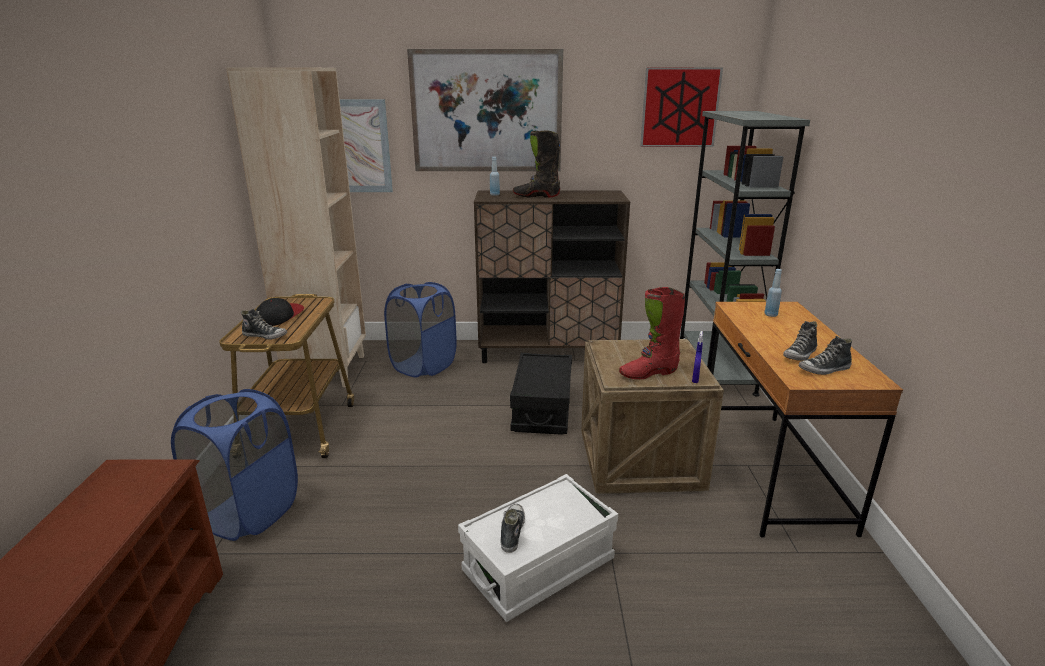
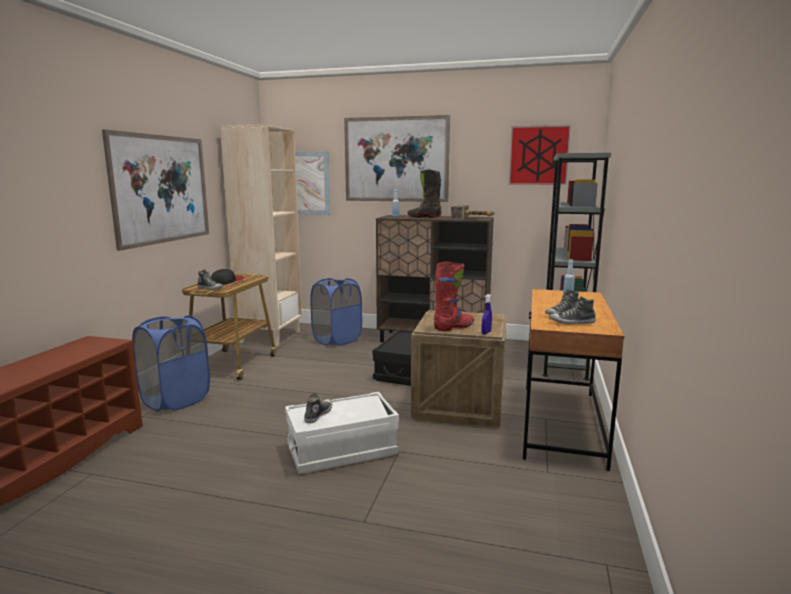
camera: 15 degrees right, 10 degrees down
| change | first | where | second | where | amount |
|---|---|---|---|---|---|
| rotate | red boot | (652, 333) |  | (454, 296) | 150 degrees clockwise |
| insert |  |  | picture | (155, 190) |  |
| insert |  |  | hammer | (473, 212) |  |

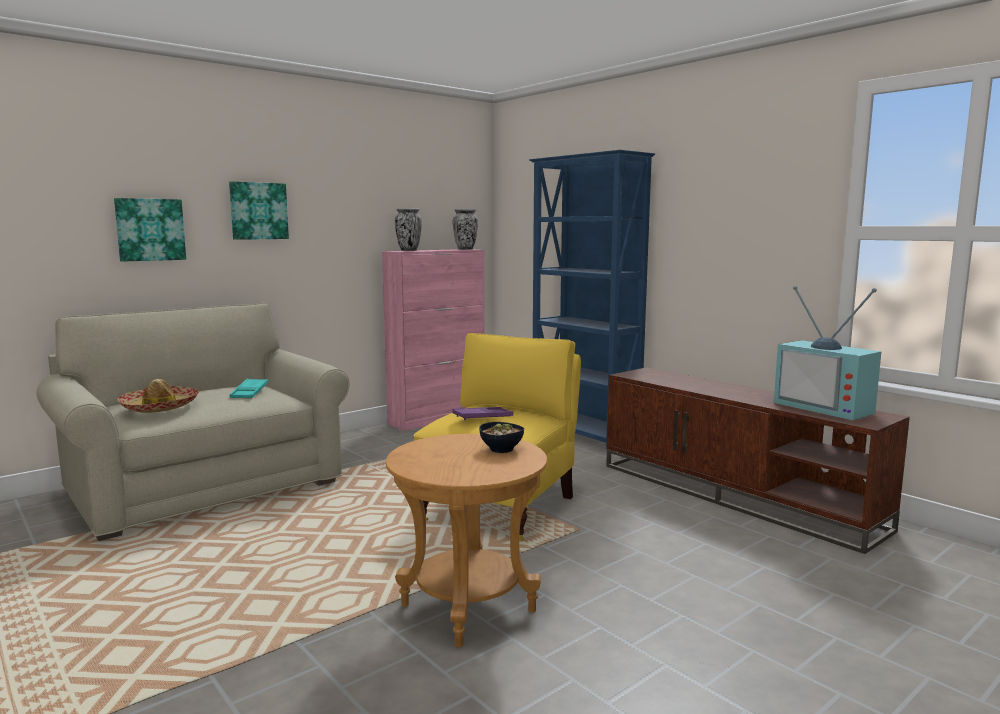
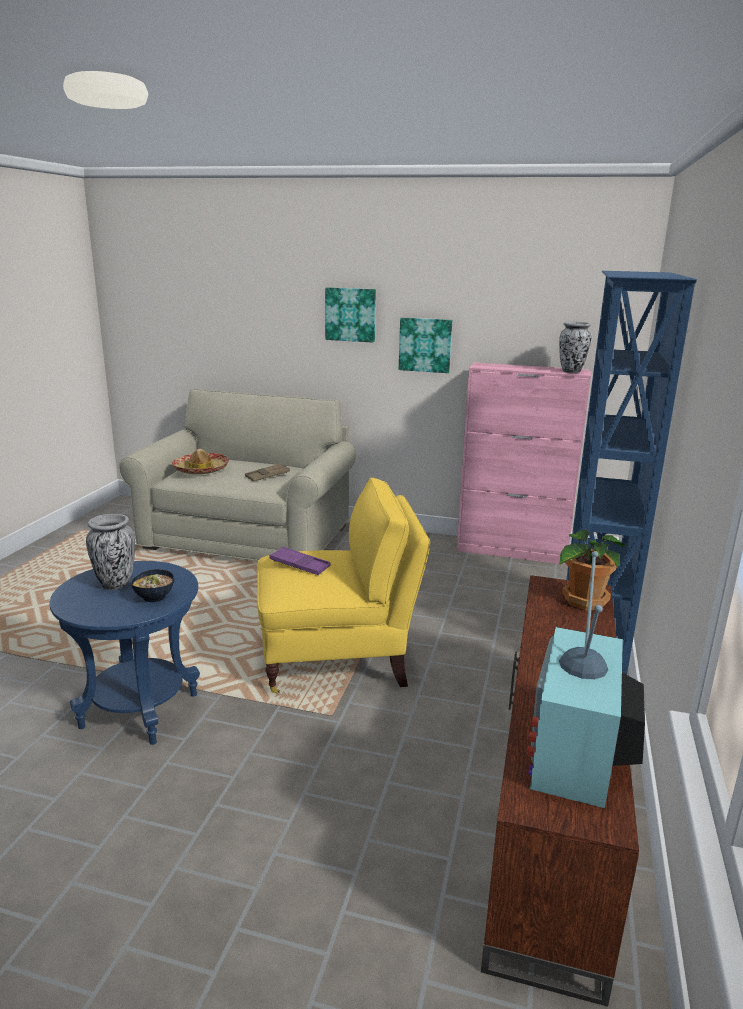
camera: 55 degrees right, 10 degrees up
| change | first | where | second | where | amount |
|---|---|---|---|---|---|
| move | picture | (150, 230) |  | (425, 345) |  |
| move | vase | (408, 229) |  | (110, 552) |  |
| recolor | turquoise tray | (249, 388) | brown tray | (267, 472) |  |
| recolor | brown side table | (466, 541) | blue side table | (124, 653) |  |
| insert |  |  | potted plant | (592, 569) |  |

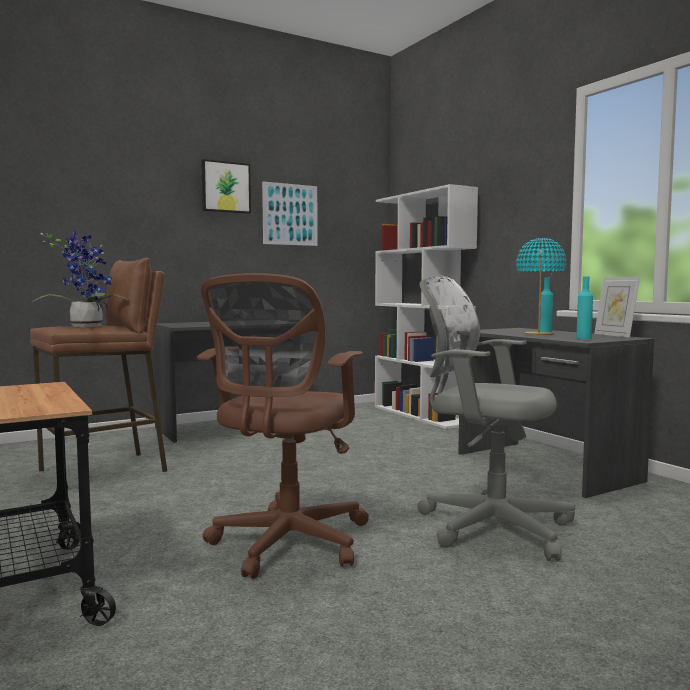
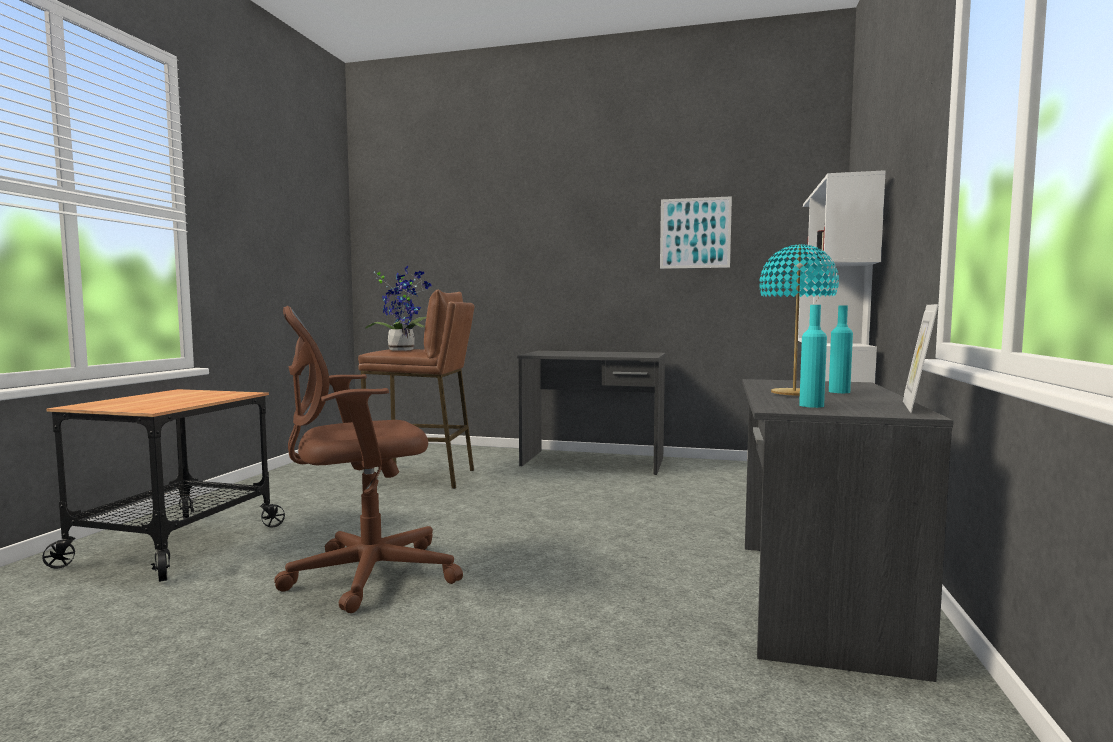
camera: 45 degrees right, 0 degrees up
| change | first | where | second | where | amount |
|---|---|---|---|---|---|
| delete | picture | (226, 186) |  |  |  |
| delete | grey office chair | (496, 418) |  |  |  |

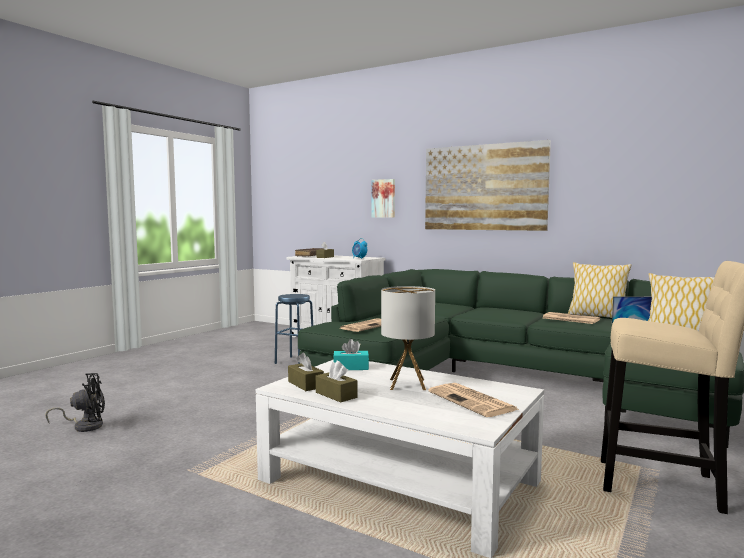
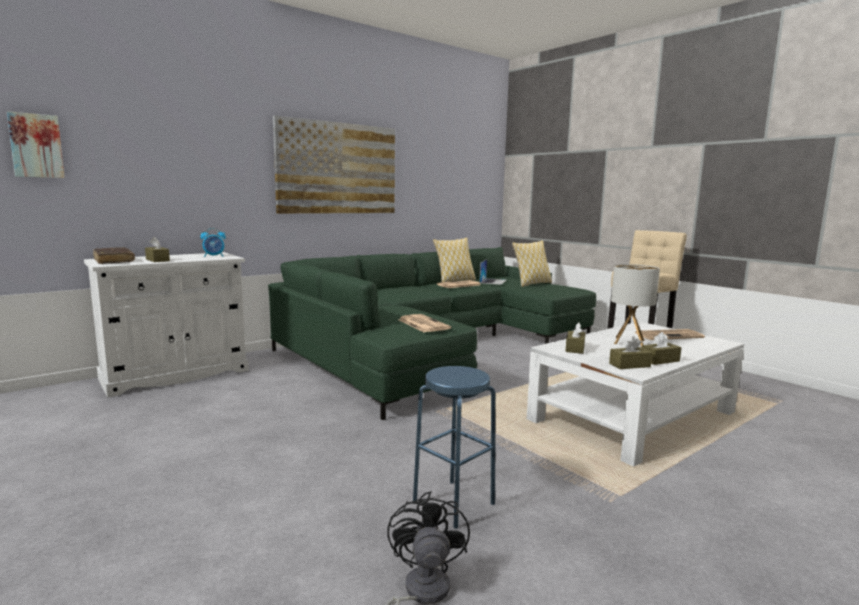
camera: 70 degrees left, 5 degrees up
| change | first | where | second | where | amount |
|---|---|---|---|---|---|
| move | picture | (383, 198) |  | (36, 145) |  |
| move | blue stool | (294, 329) |  | (454, 447) |  |
| recolor | turquoise tissue box | (351, 354) | brown tissue box | (575, 338) |  |

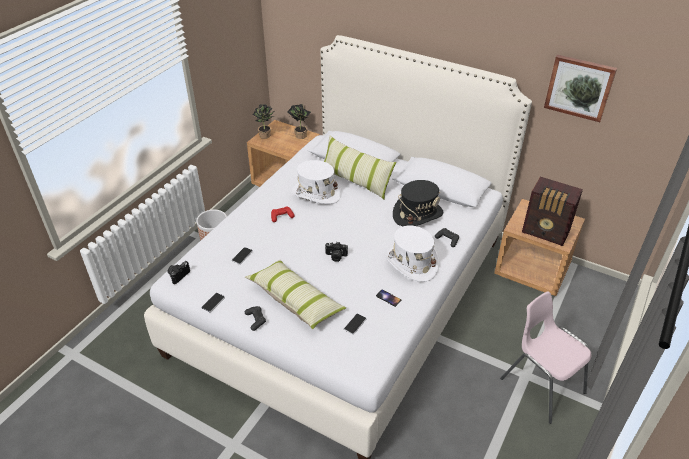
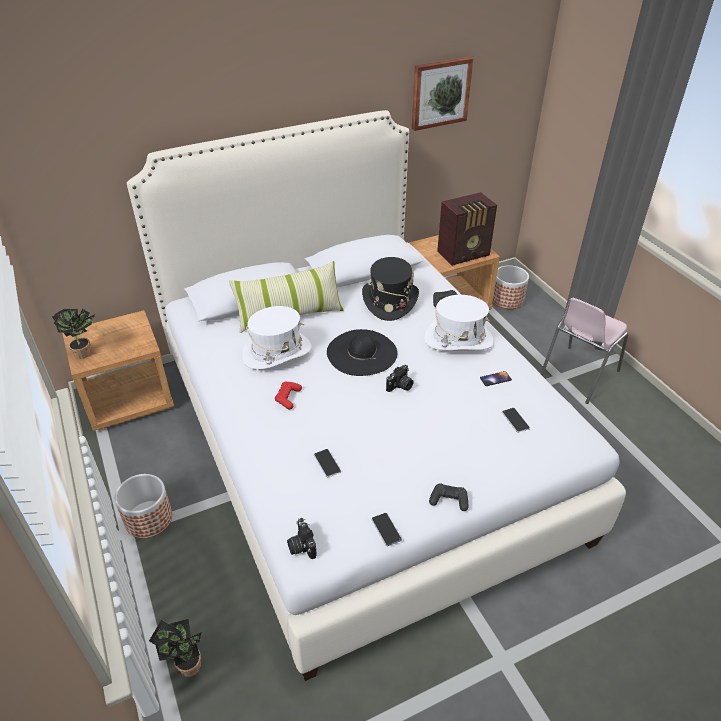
camera: 55 degrees left, 0 degrees up
| change | first | where | second | where | amount |
|---|---|---|---|---|---|
| move | potted plant | (299, 121) |  | (175, 648) |  |
| delete | pillow | (295, 294) |  |  |  |
| rotate | pink chair | (546, 357) |  | (585, 351) | 45 degrees counterclockwise |
| insert |  |  | planter | (511, 287) |  |
| insert |  |  | black hat | (362, 352) |  |

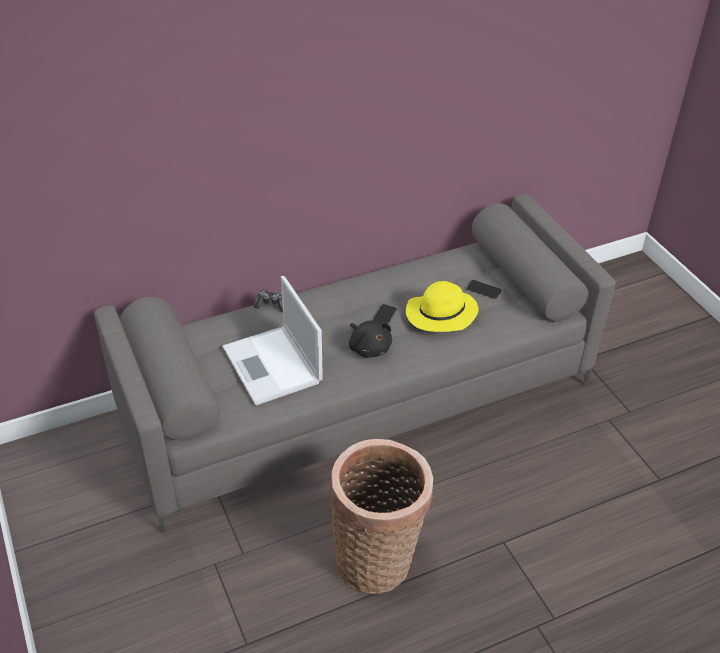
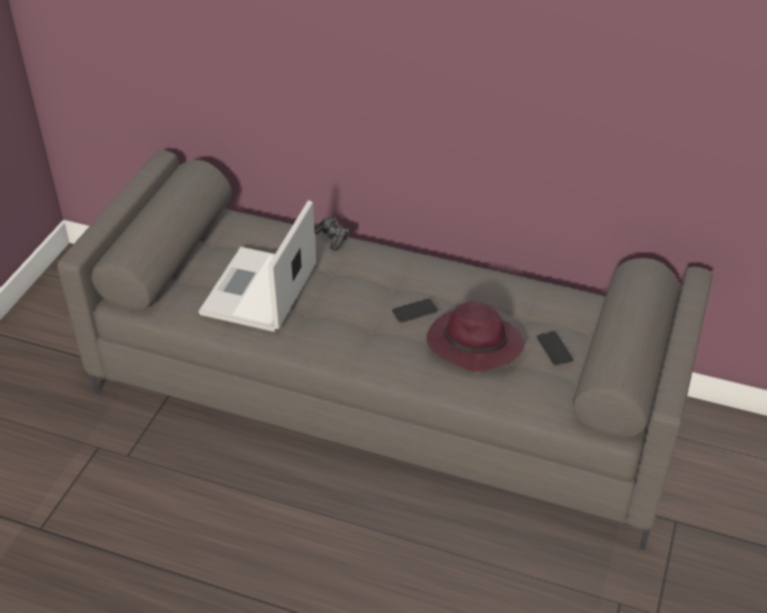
camera: 45 degrees right, 0 degrees up
| change | first | where | second | where | amount |
|---|---|---|---|---|---|
| recolor | yellow hat | (442, 306) | purple hat | (476, 336) |  |
| delete | black plush toy | (370, 339) |  |  |  |
| delete | basket | (381, 516) |  |  |  |

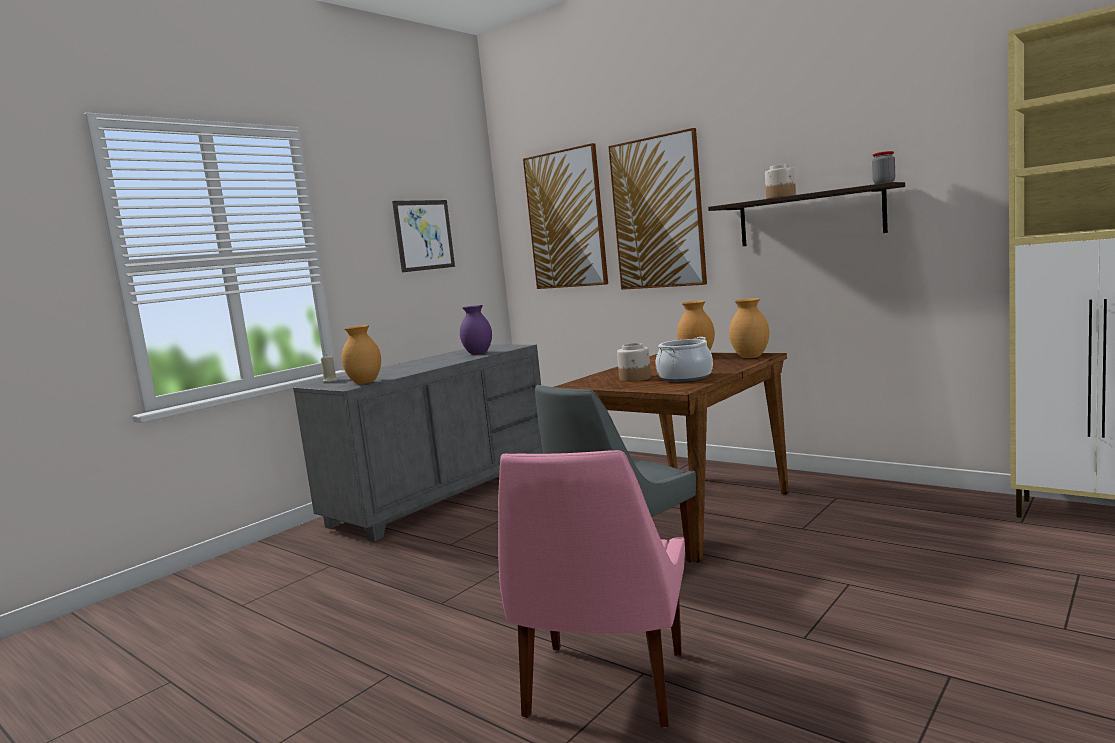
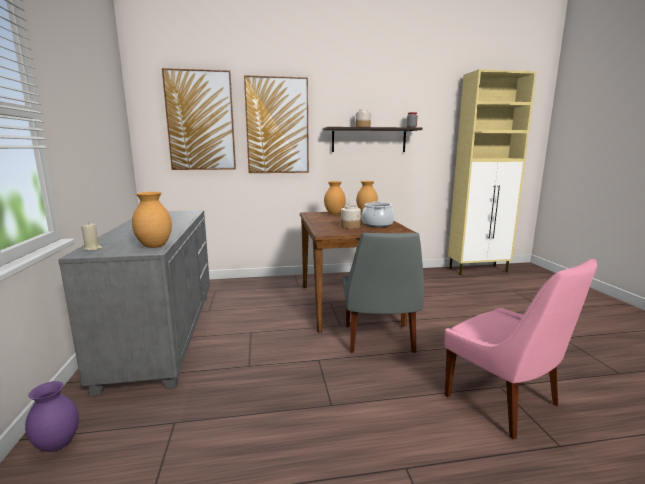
camera: 50 degrees left, 5 degrees up
| change | first | where | second | where | amount |
|---|---|---|---|---|---|
| delete | picture | (423, 236) |  |  |  |
| move | purple vase | (476, 330) |  | (52, 416) |  |

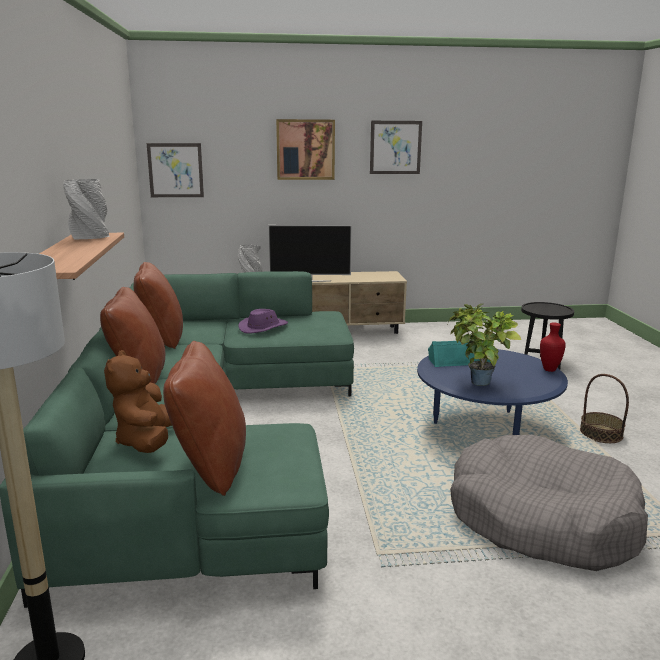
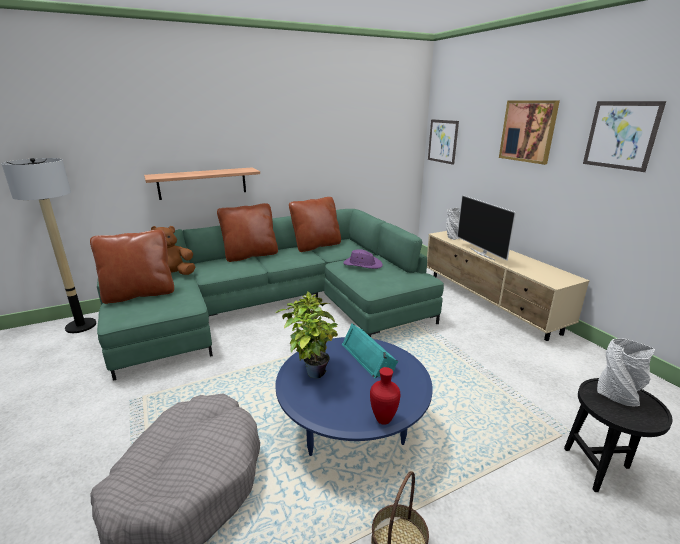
camera: 70 degrees right, 5 degrees up
| change | first | where | second | where | amount |
|---|---|---|---|---|---|
| move | grey vase | (86, 209) |  | (626, 372) |  |

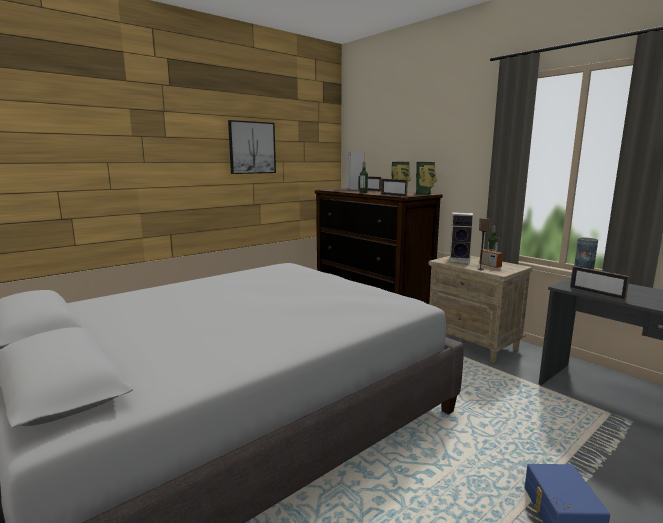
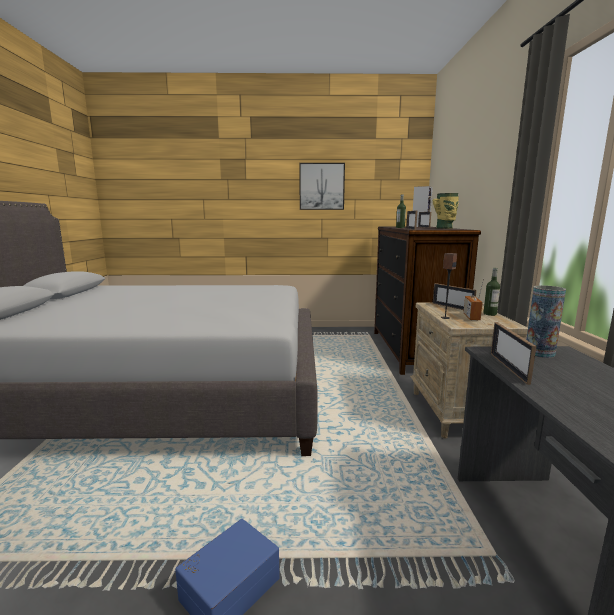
camera: 40 degrees right, 0 degrees up
| change | first | where | second | where | amount |
|---|---|---|---|---|---|
| delete | vase | (426, 178) |  |  |  |
| replace | speaker | (461, 237) | picture frame | (455, 296) |  |

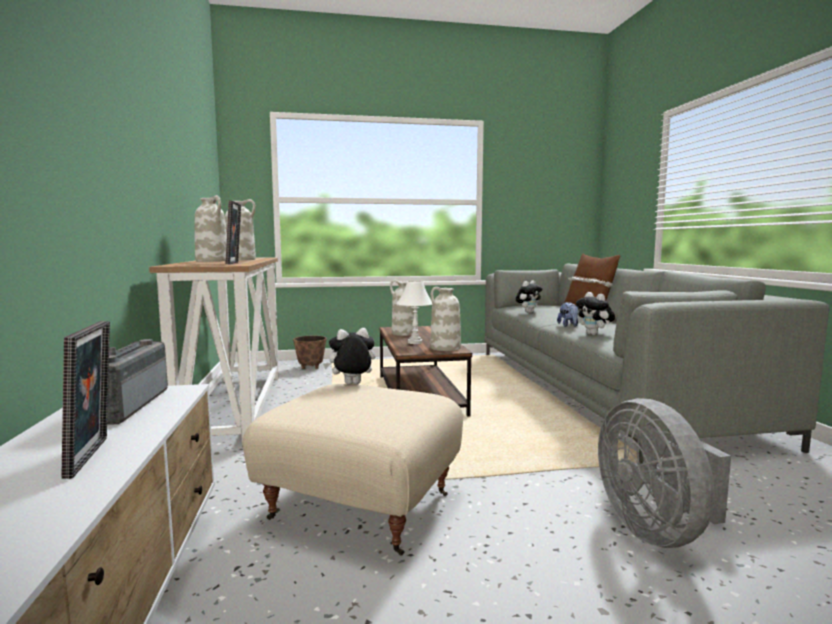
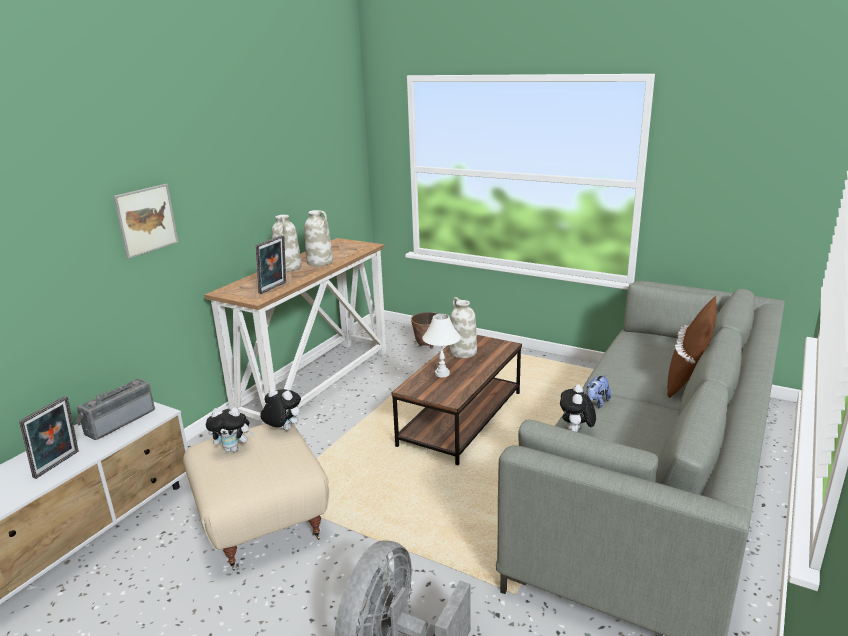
camera: 40 degrees right, 15 degrees up
| change | first | where | second | where | amount |
|---|---|---|---|---|---|
| move | plush toy | (529, 296) |  | (230, 429) |  |
| delete | white vase | (446, 319) |  |  |  |
| insert |  |  | picture | (145, 221) |  |

